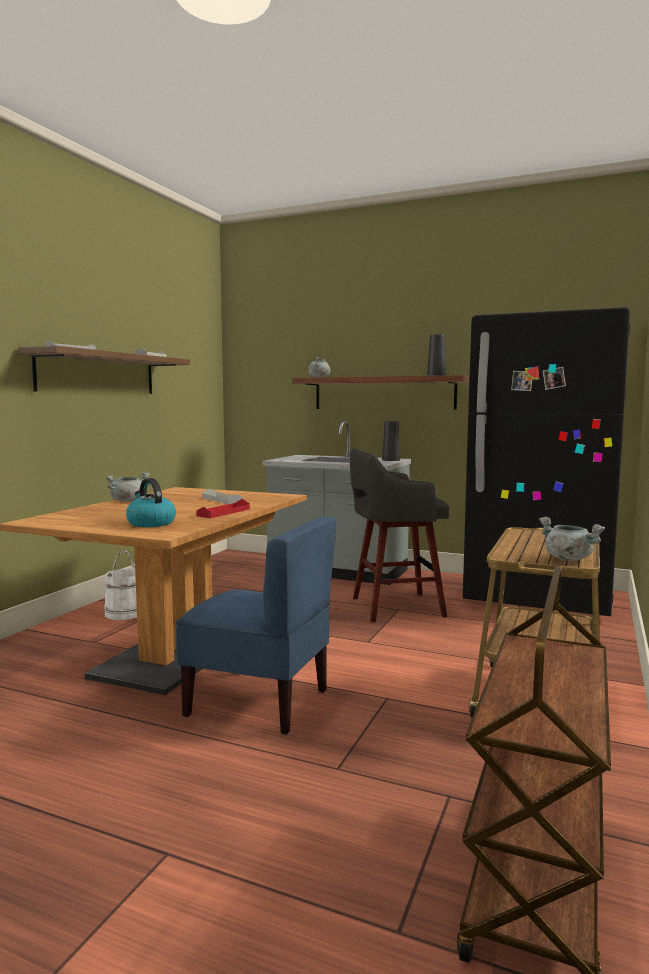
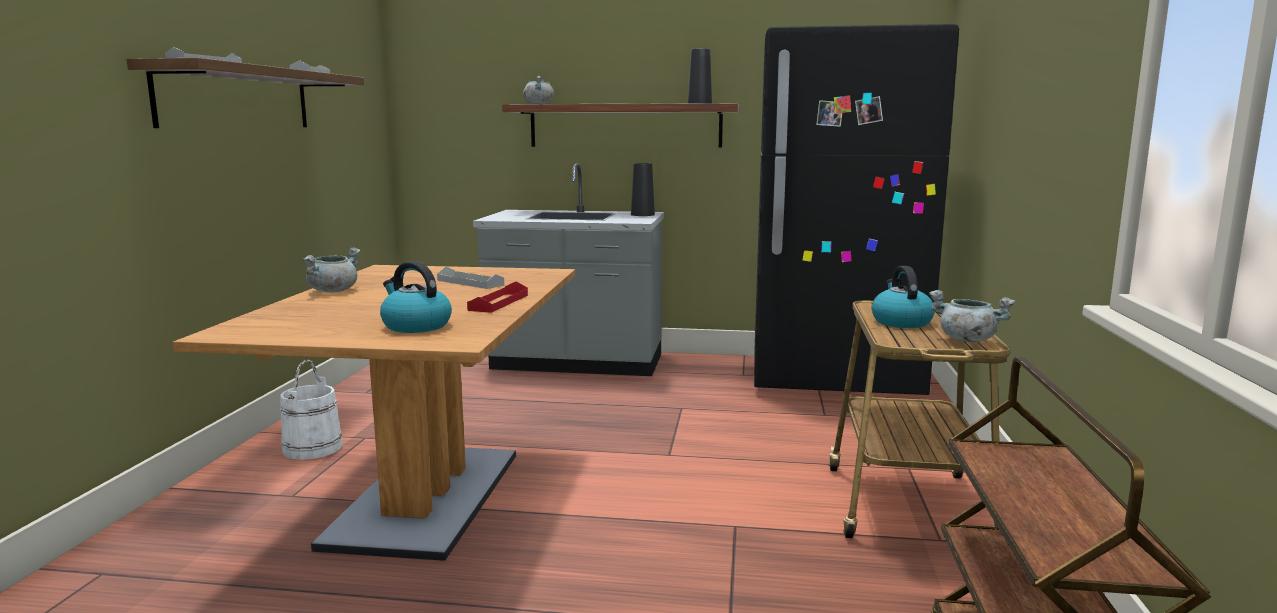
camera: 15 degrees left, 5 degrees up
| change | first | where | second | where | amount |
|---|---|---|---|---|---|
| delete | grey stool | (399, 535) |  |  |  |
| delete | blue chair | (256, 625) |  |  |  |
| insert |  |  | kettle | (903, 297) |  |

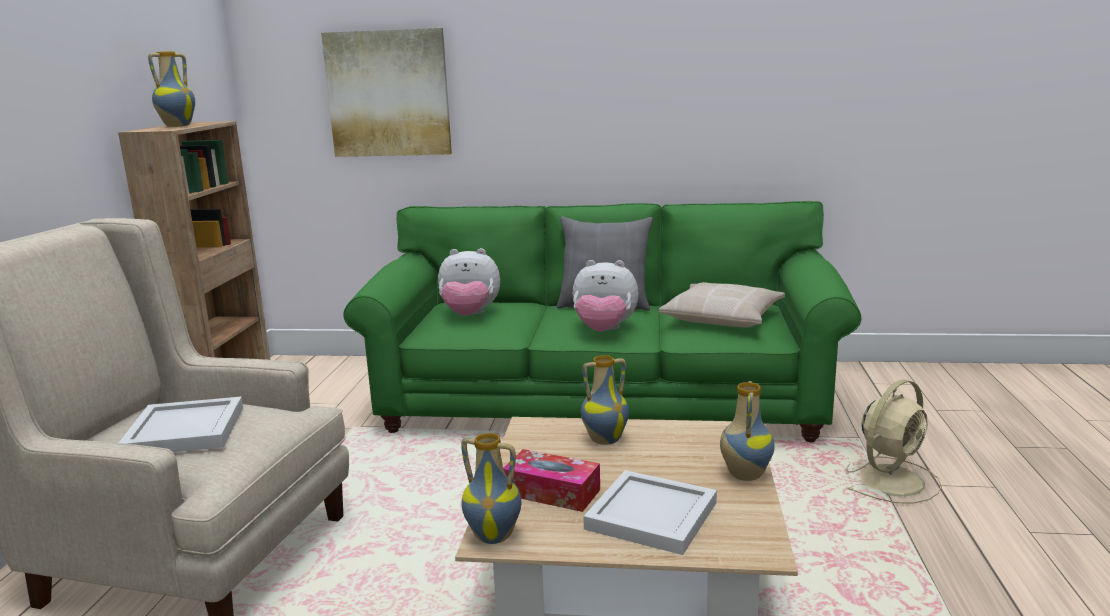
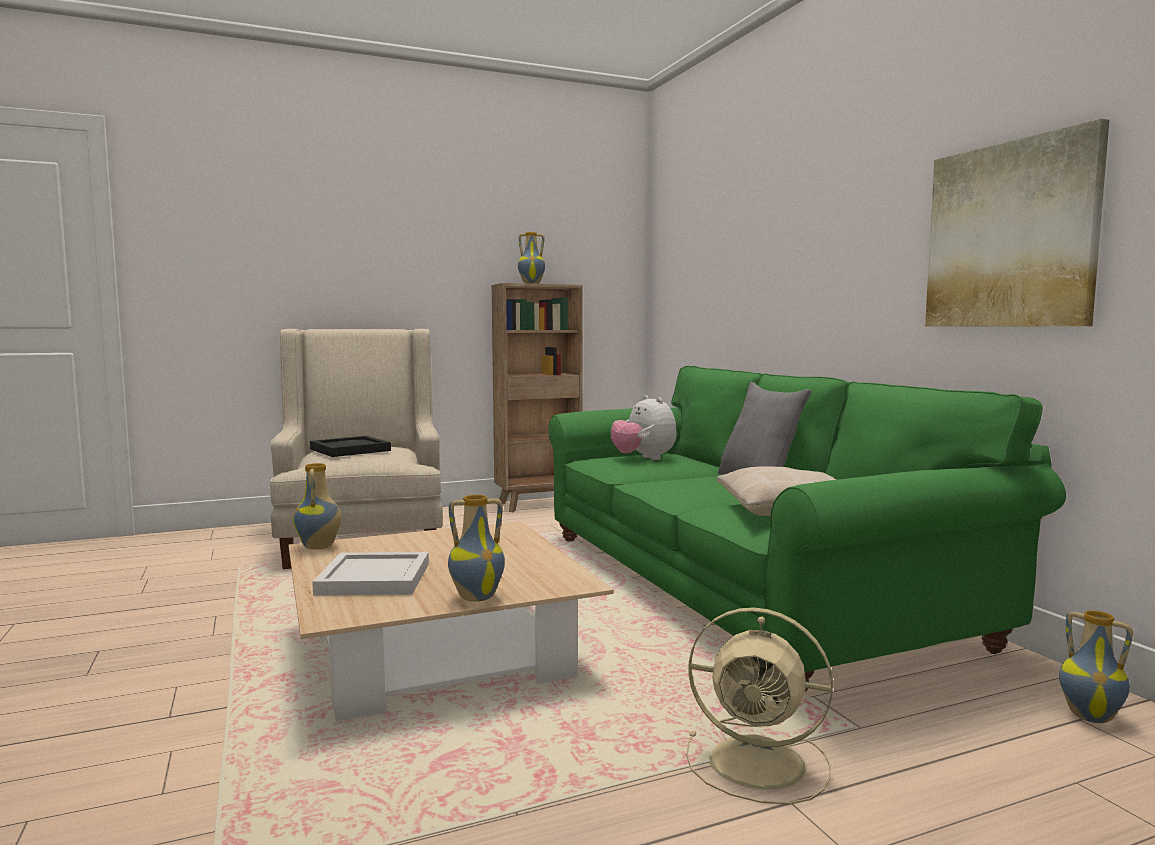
camera: 60 degrees right, 10 degrees down
| change | first | where | second | where | amount |
|---|---|---|---|---|---|
| move | picture | (386, 92) |  | (1017, 223) |  |
| delete | plush toy | (605, 296) |  |  |  |
| move | vase | (605, 400) |  | (1096, 666) |  |
| recolor | white tray | (181, 424) | black tray | (350, 446) |  |
| delete | tissue box | (551, 480) |  |  |  |

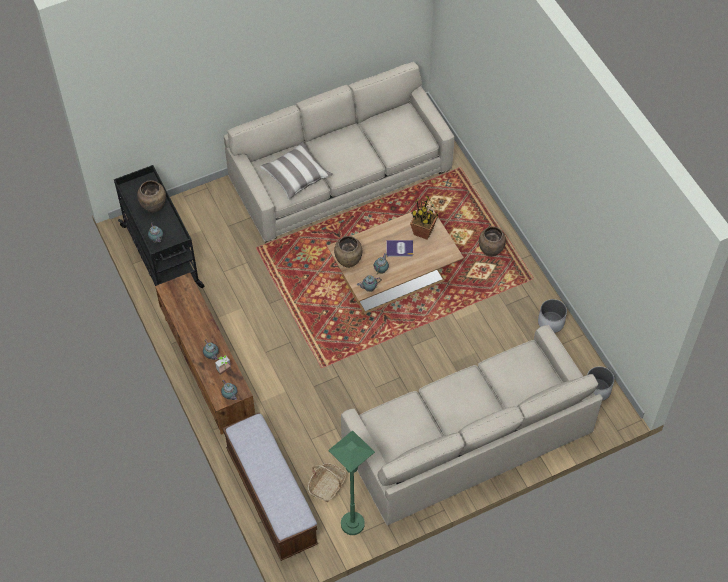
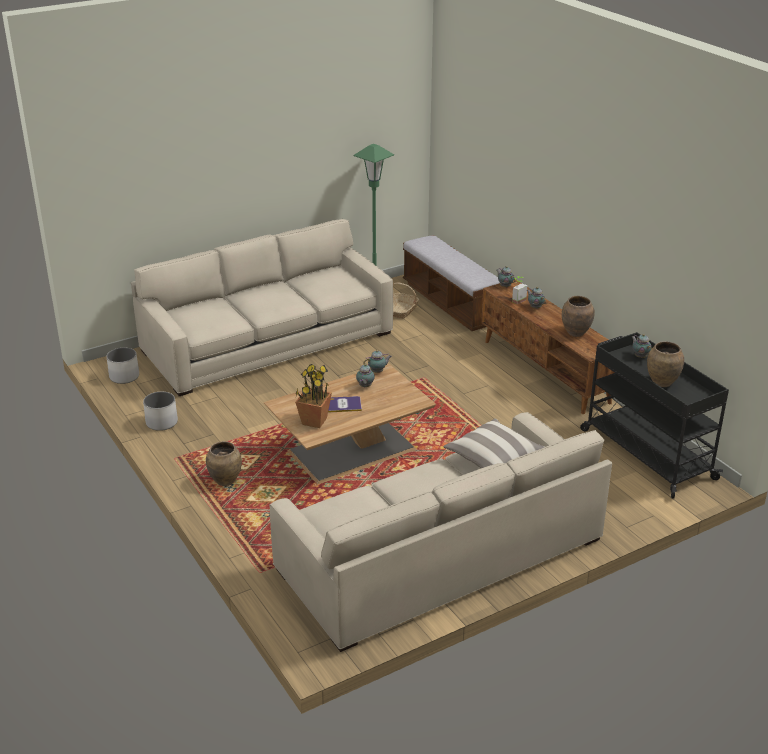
camera: 175 degrees right, 25 degrees down
| change | first | where | second | where | amount |
|---|---|---|---|---|---|
| move | brown vase | (348, 252) |  | (578, 316) |  |

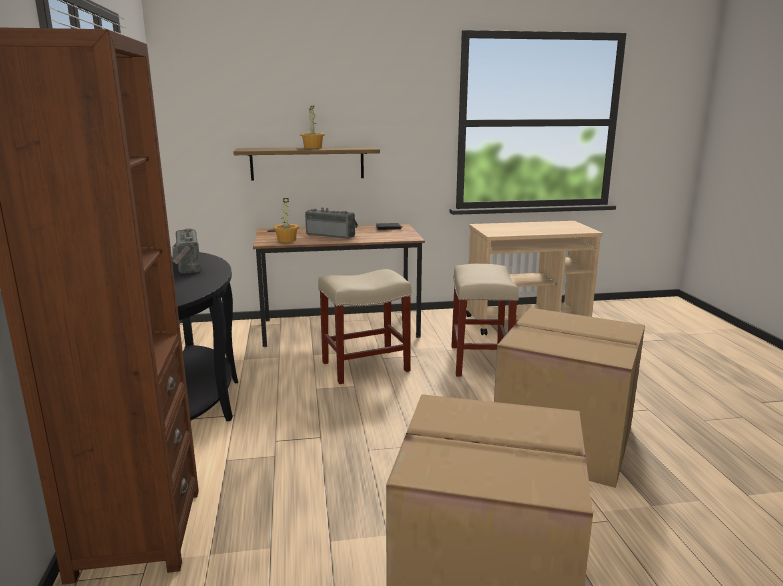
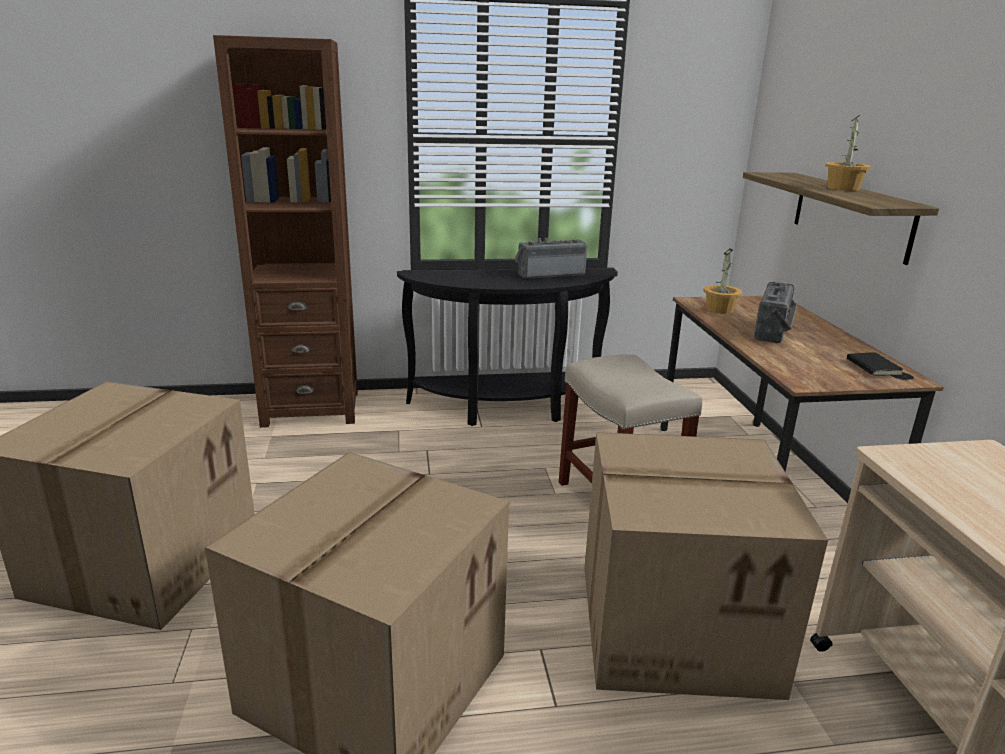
camera: 90 degrees right, 5 degrees up
| change | first | where | second | where | amount |
|---|---|---|---|---|---|
| replace | beige stool | (485, 320) | cardboard box | (706, 566) |  |

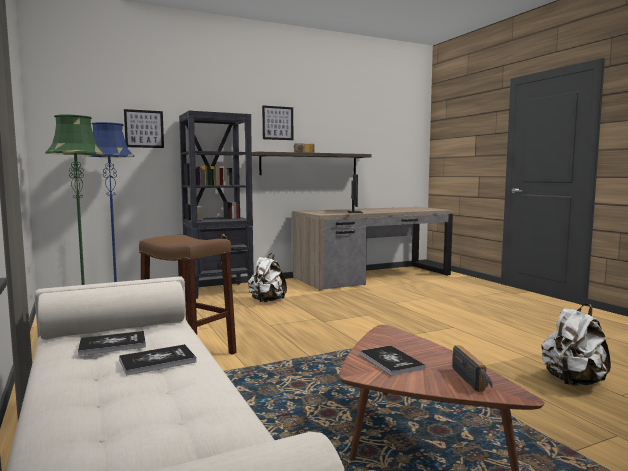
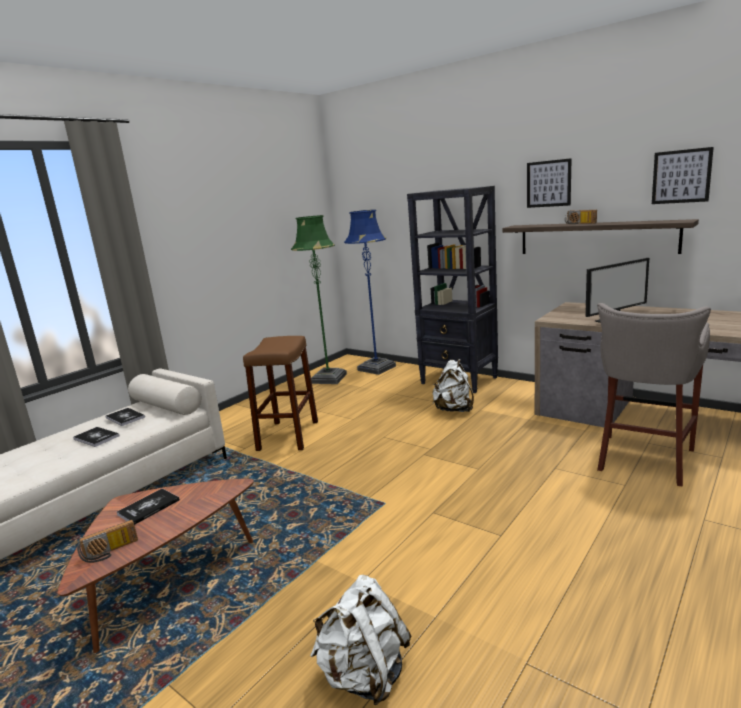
camera: 65 degrees right, 10 degrees up
| change | first | where | second | where | amount |
|---|---|---|---|---|---|
| move | picture | (144, 128) |  | (683, 175) |  |
| insert |  |  | grey stool | (654, 395) |  |

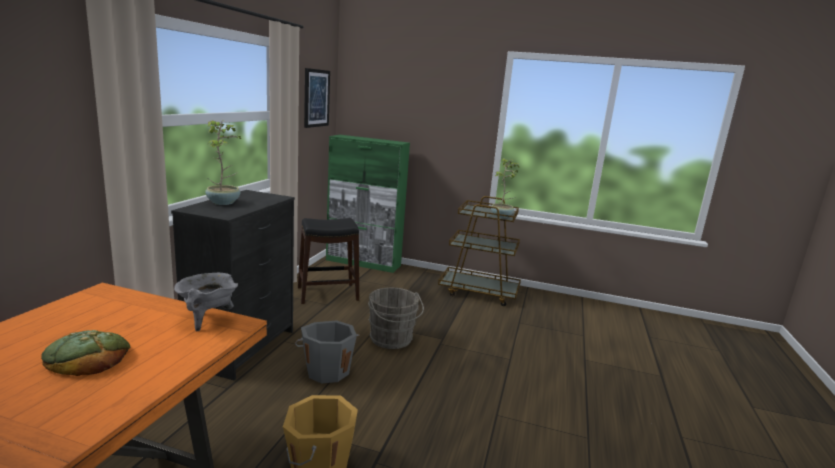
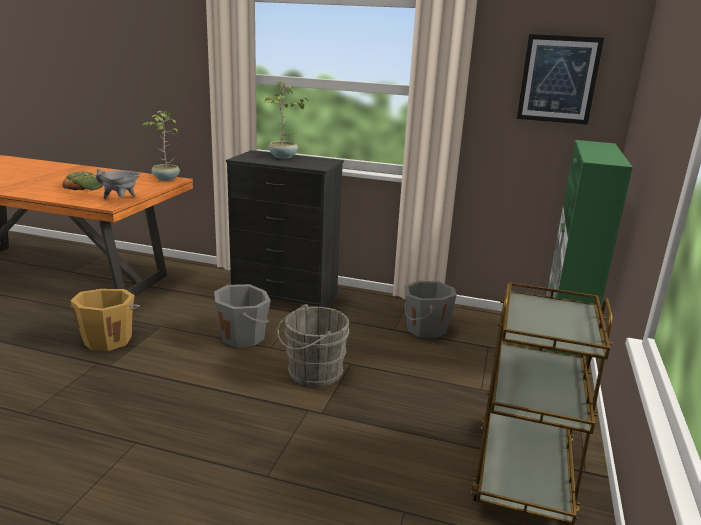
camera: 90 degrees right, 5 degrees up
| change | first | where | second | where | amount |
|---|---|---|---|---|---|
| move | potted plant | (505, 188) |  | (161, 146) |  |
| replace | black stool | (328, 261) | grey bucket | (430, 309) |  |

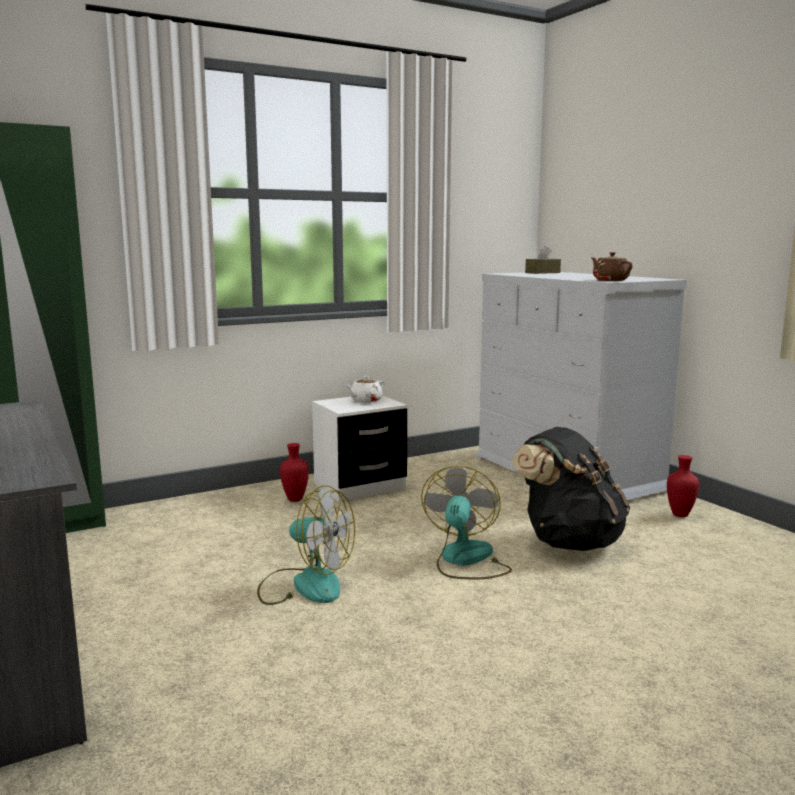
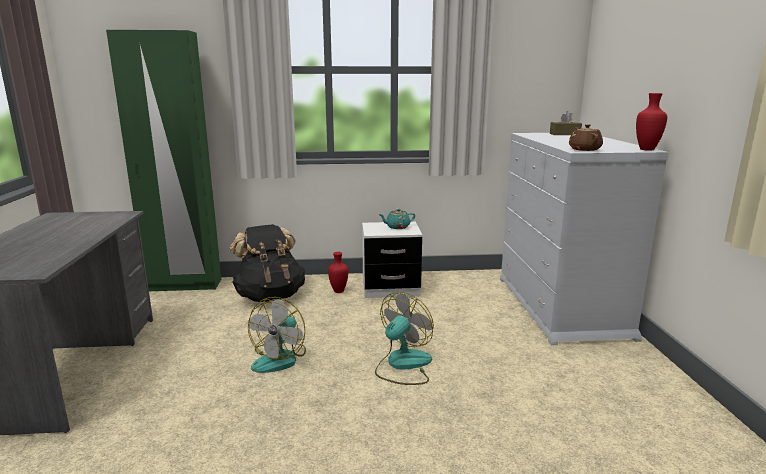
camera: 25 degrees right, 5 degrees up
| change | first | where | second | where | amount |
|---|---|---|---|---|---|
| recolor | white teapot | (365, 389) | turquoise teapot | (396, 219) |  |
| move | black backpack | (571, 489) |  | (267, 263) |  |
| move | red vase | (683, 486) |  | (651, 122) |  |
| rotate | fan | (306, 545) |  | (277, 335) | 60 degrees clockwise |

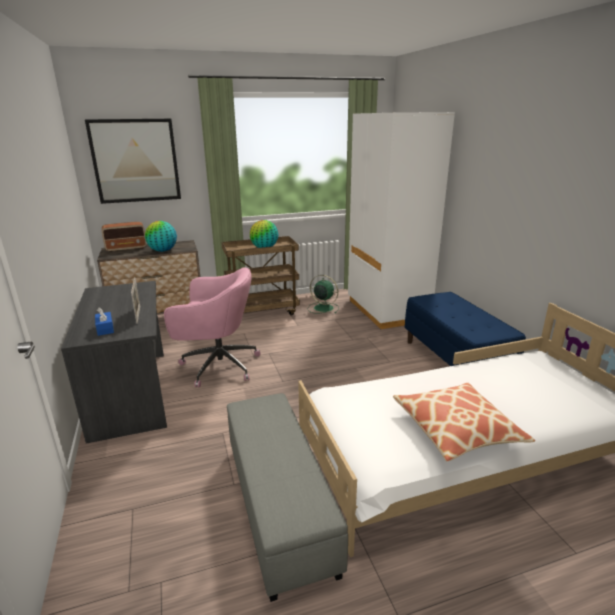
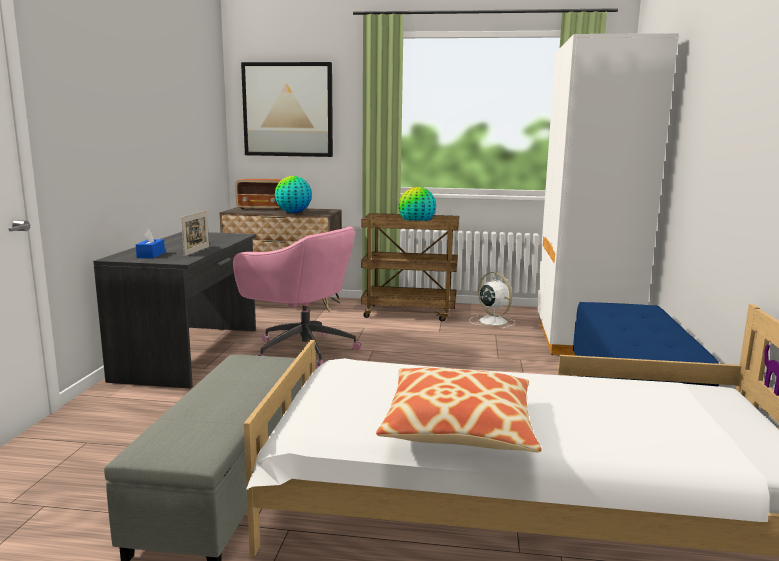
camera: 25 degrees right, 10 degrees down
| change | first | where | second | where | amount |
|---|---|---|---|---|---|
| recolor | green fan | (323, 294) | white fan | (492, 300) |  |

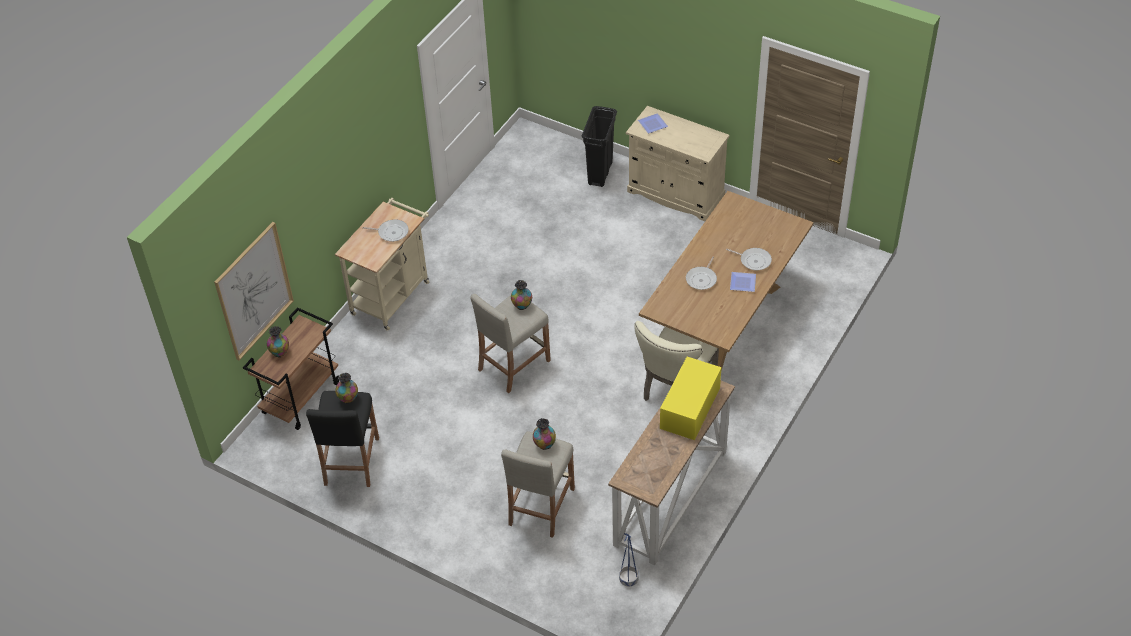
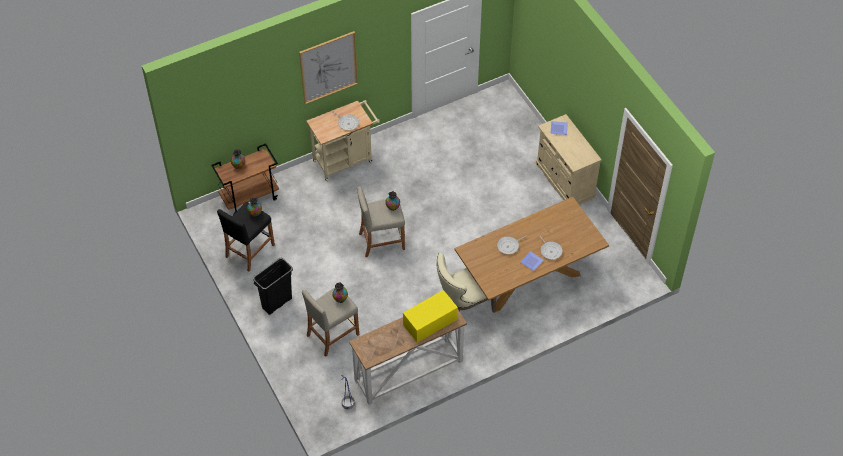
camera: 30 degrees right, 5 degrees up
| change | first | where | second | where | amount |
|---|---|---|---|---|---|
| move | black trash can | (599, 146) |  | (273, 286) |  |
| move | picture | (254, 291) |  | (328, 67) |  |

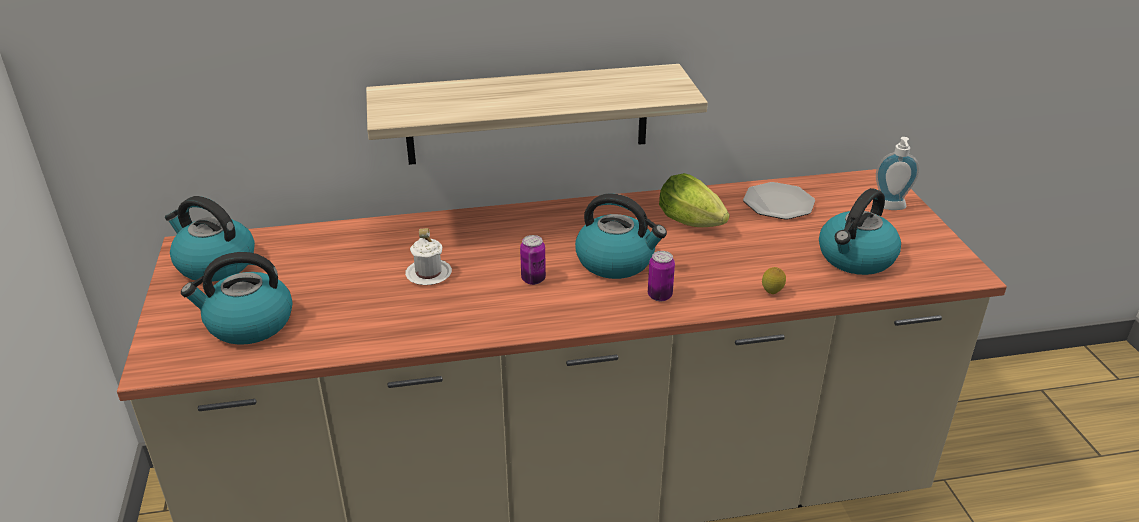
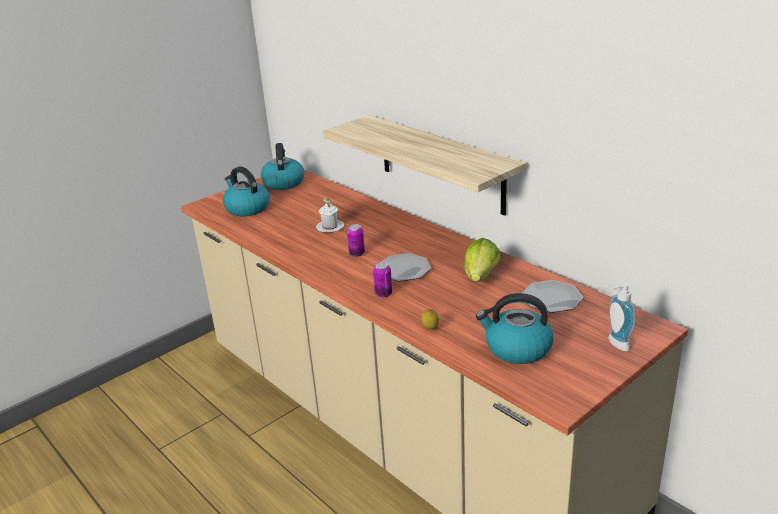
camera: 60 degrees right, 5 degrees down
| change | first | where | second | where | amount |
|---|---|---|---|---|---|
| replace | kettle | (621, 236) | plate | (406, 267) |  |

